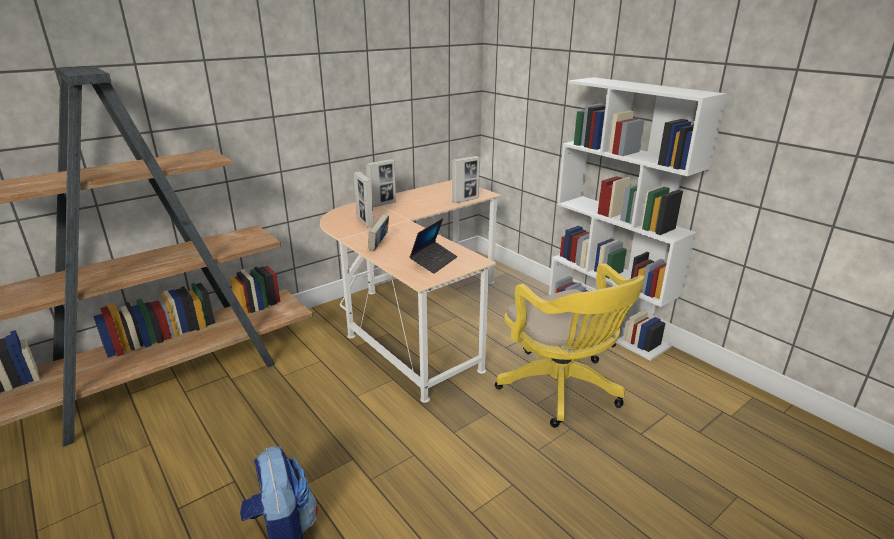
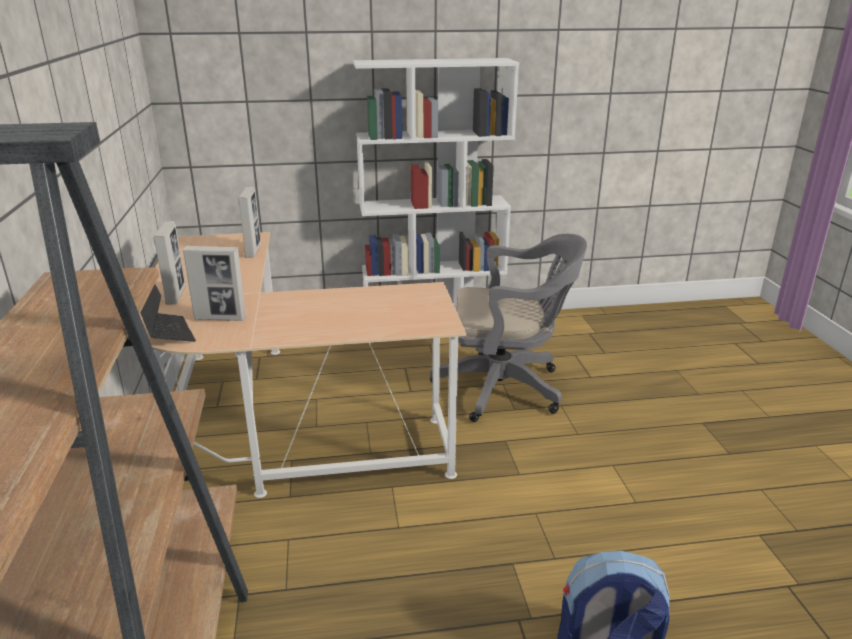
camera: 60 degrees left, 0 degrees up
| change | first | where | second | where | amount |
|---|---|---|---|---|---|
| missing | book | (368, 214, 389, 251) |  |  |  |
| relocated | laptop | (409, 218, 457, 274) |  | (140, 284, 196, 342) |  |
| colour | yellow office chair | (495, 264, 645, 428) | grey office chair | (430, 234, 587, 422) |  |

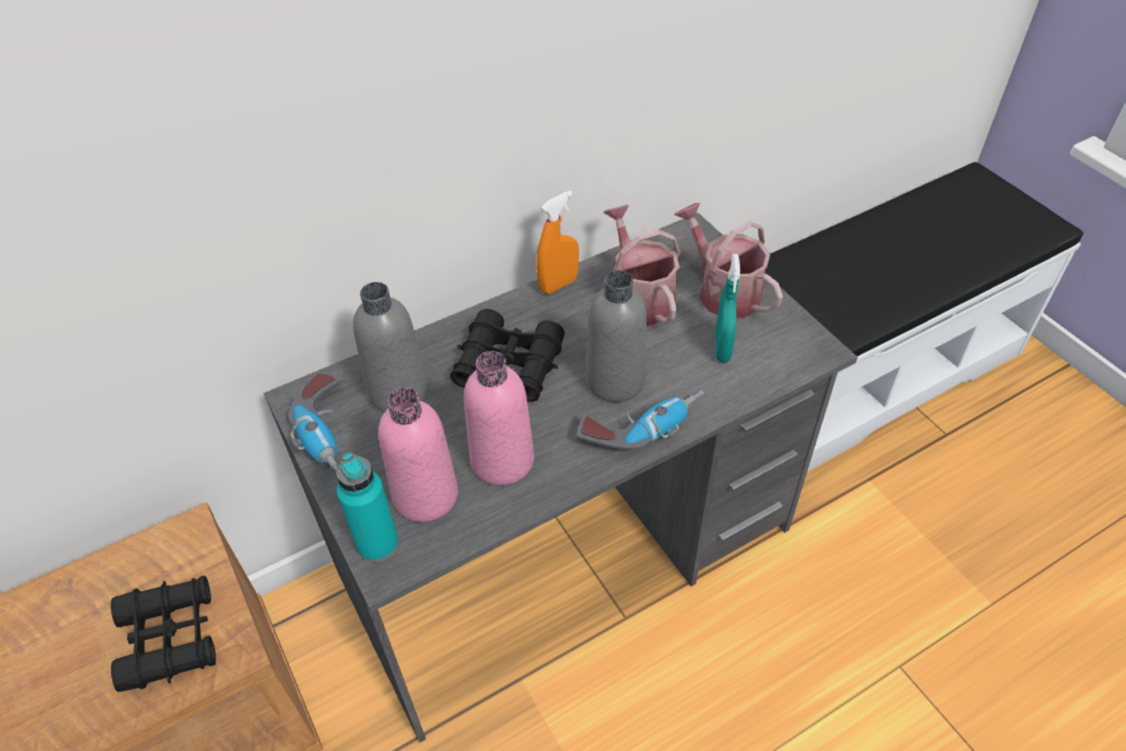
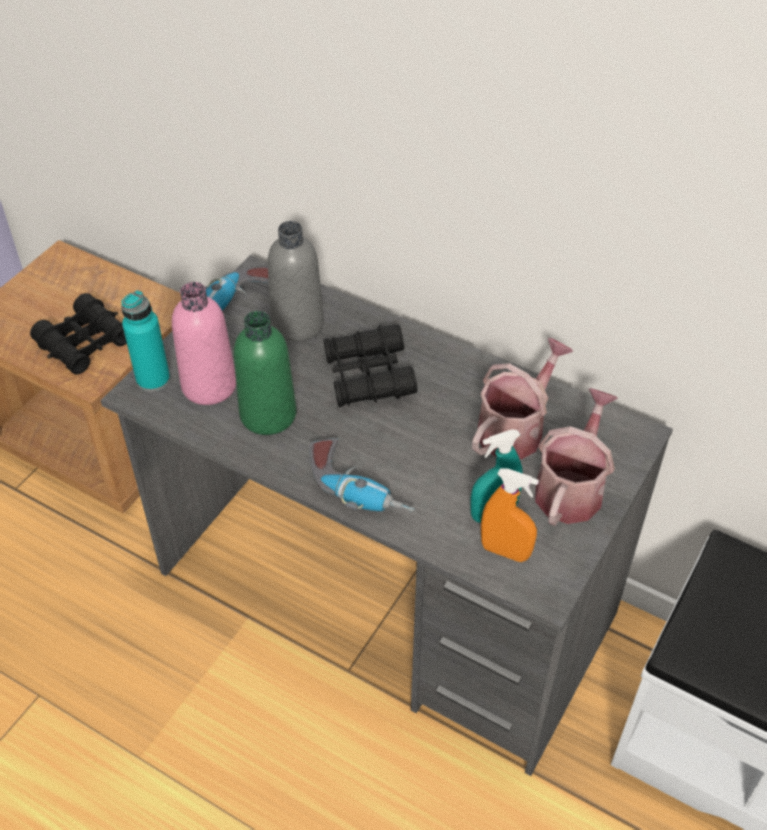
camera: 60 degrees right, 0 degrees up
| change | first | where | second | where | amount |
|---|---|---|---|---|---|
| colour | pink bottle | (464, 351, 534, 486) | green bottle | (234, 311, 296, 435) |  |
| relocated | orange spray bottle | (536, 190, 579, 294) |  | (481, 469, 539, 562) |  |
| missing | grey bottle | (586, 270, 647, 402) |  |  |  |

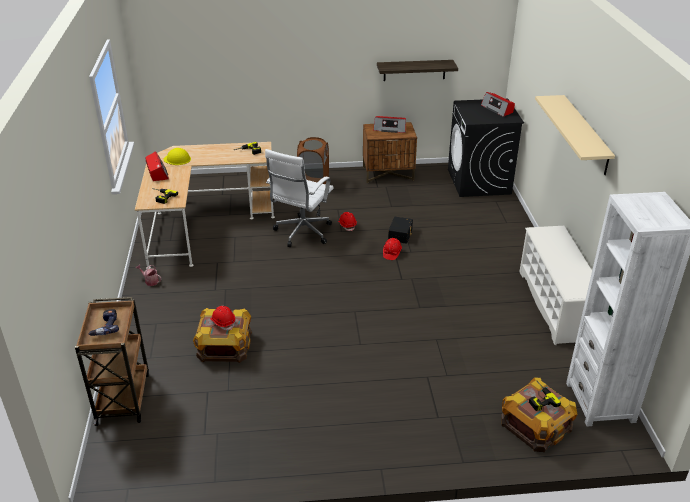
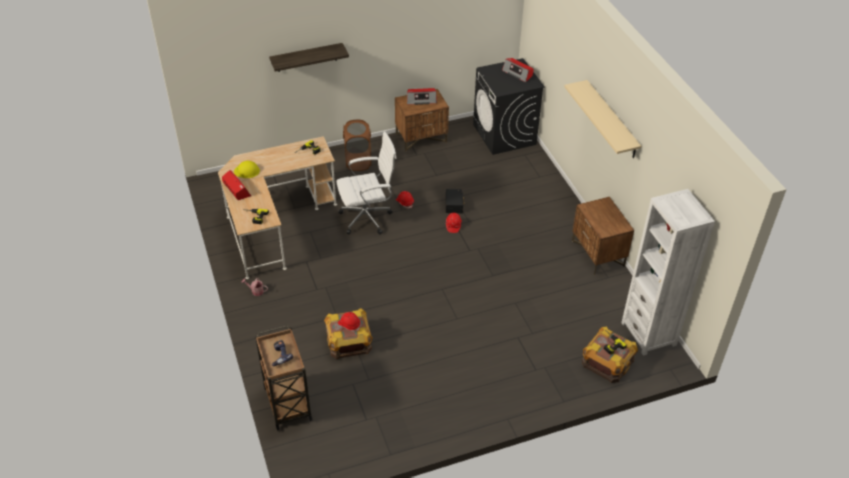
camera: 15 degrees left, 10 degrees up
| change | first | where | second | where | amount |
|---|---|---|---|---|---|
| spun | white office chair | (265, 149, 333, 247) |  | (336, 131, 397, 235) | 120 degrees counterclockwise |
| relocated | shelf | (377, 60, 458, 81) |  | (269, 43, 349, 72) |  |
| exchanged | white shoe rack | (519, 226, 592, 345) | brown nightstand | (572, 197, 634, 275) |  |

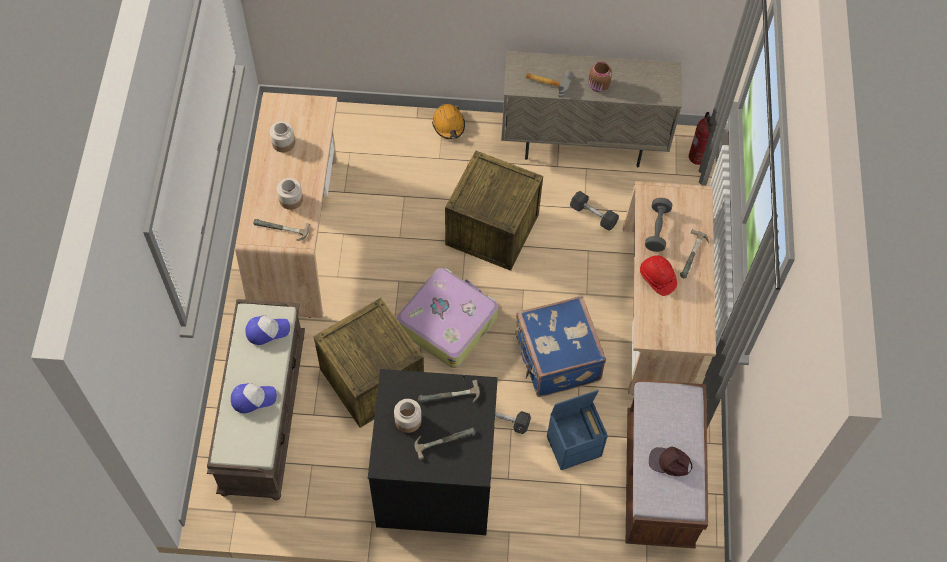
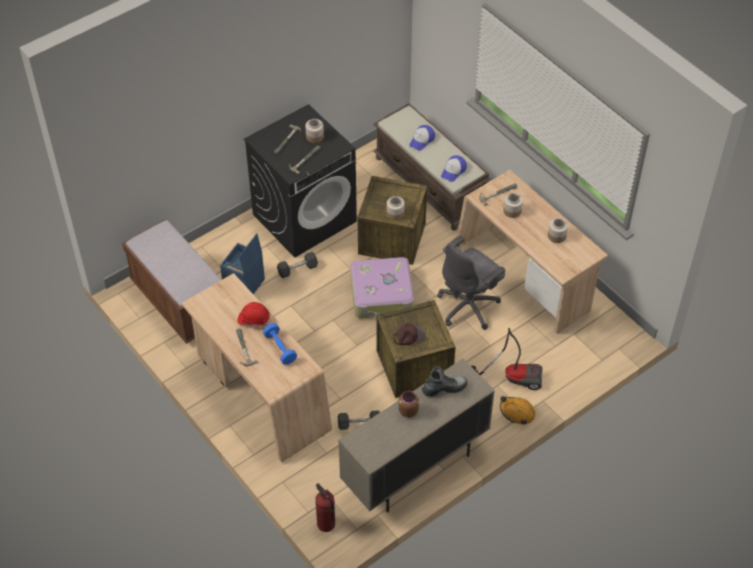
camera: 140 degrees right, 10 degrees down
| change | first | where | second | where | amount |
|---|---|---|---|---|---|
| missing | blue suitcase | (515, 296, 606, 397) |  |  |  |
| exchanged | hammer | (526, 70, 573, 98) | boot | (422, 366, 467, 397) |  |
| colour | grey dumbbell | (645, 198, 672, 252) | blue dumbbell | (263, 323, 297, 364) |  |
| relocated | brown cap | (649, 447, 693, 476) |  | (393, 323, 425, 345) |  |
| appeared |  |  | jar | (387, 196, 405, 220) |  |
| appeared |  |  | grey office chair | (437, 236, 505, 330) |  |
| appeared |  |  | vacuum cleaner | (471, 328, 542, 390) |  |

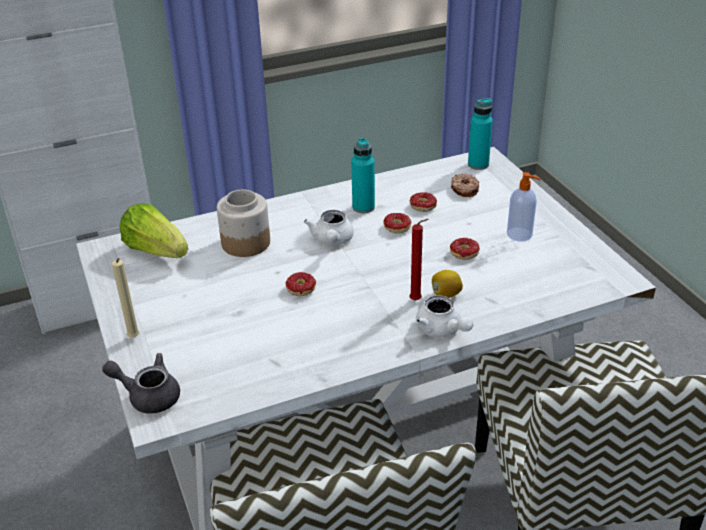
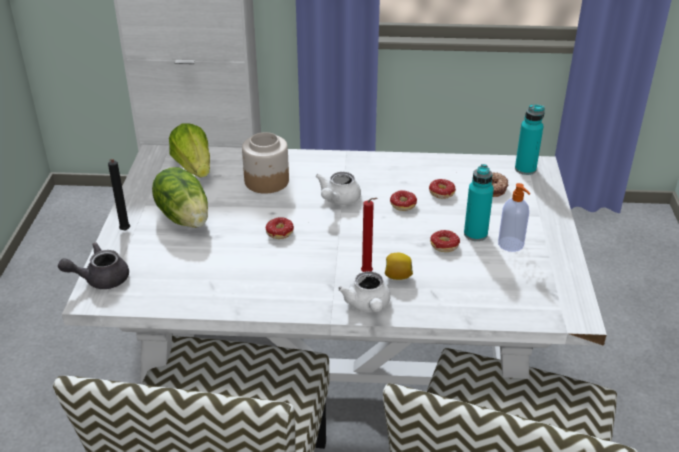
camera: 25 degrees right, 0 degrees up
| change | first | where | second | where | amount |
|---|---|---|---|---|---|
| spun | grey teapot | (102, 353, 180, 414) |  | (58, 242, 129, 289) | 60 degrees counterclockwise |
| colour | beige candle | (112, 258, 140, 338) | black candle | (108, 159, 130, 231) |  |
| relocated | turquoise bottle | (351, 138, 375, 213) |  | (464, 164, 494, 241) |  |
| appeared |  |  | lettuce | (152, 167, 208, 228) |  |

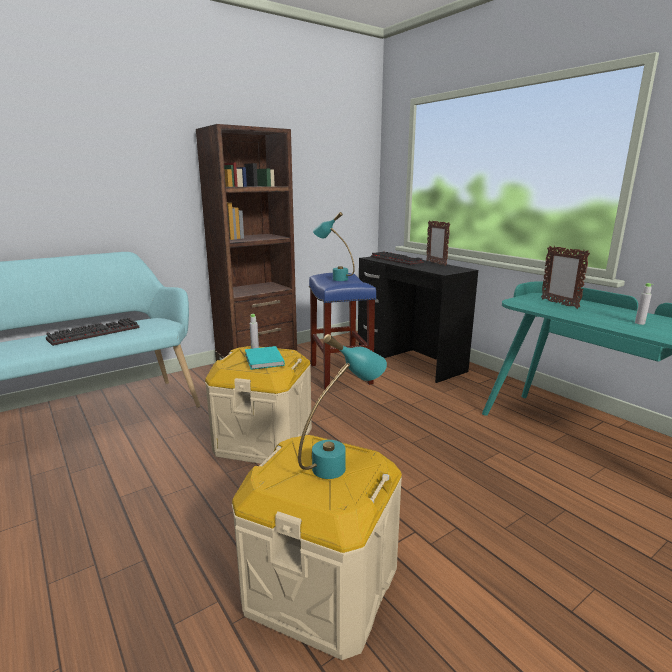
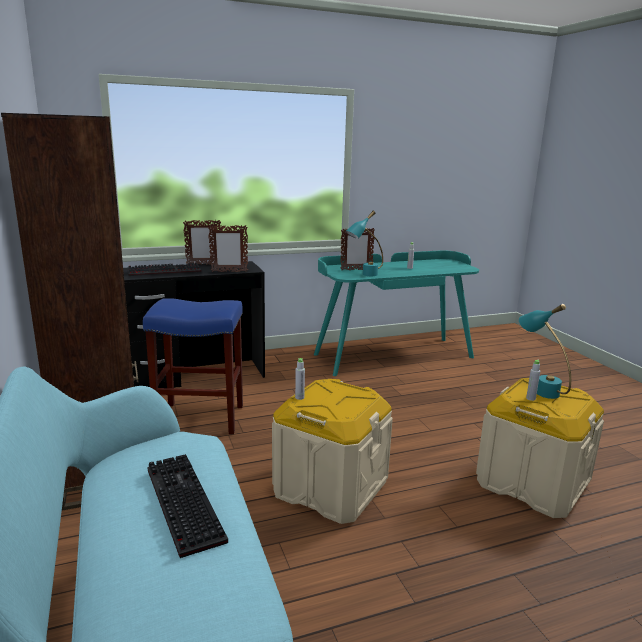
camera: 75 degrees left, 0 degrees up
| change | first | where | second | where | amount |
|---|---|---|---|---|---|
| missing | turquoise book | (245, 346, 285, 370) |  |  |  |
| relocated | turquoise table lamp | (313, 212, 355, 281) |  | (345, 211, 383, 276) |  |
| appeared |  |  | picture frame | (208, 225, 248, 272) |  |
| appeared |  |  | grey bottle | (526, 360, 540, 401) |  |

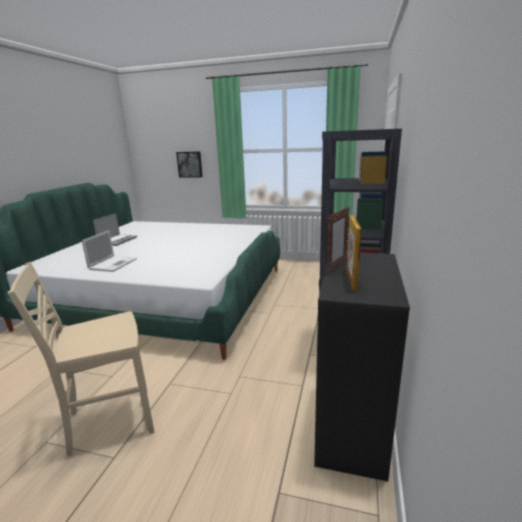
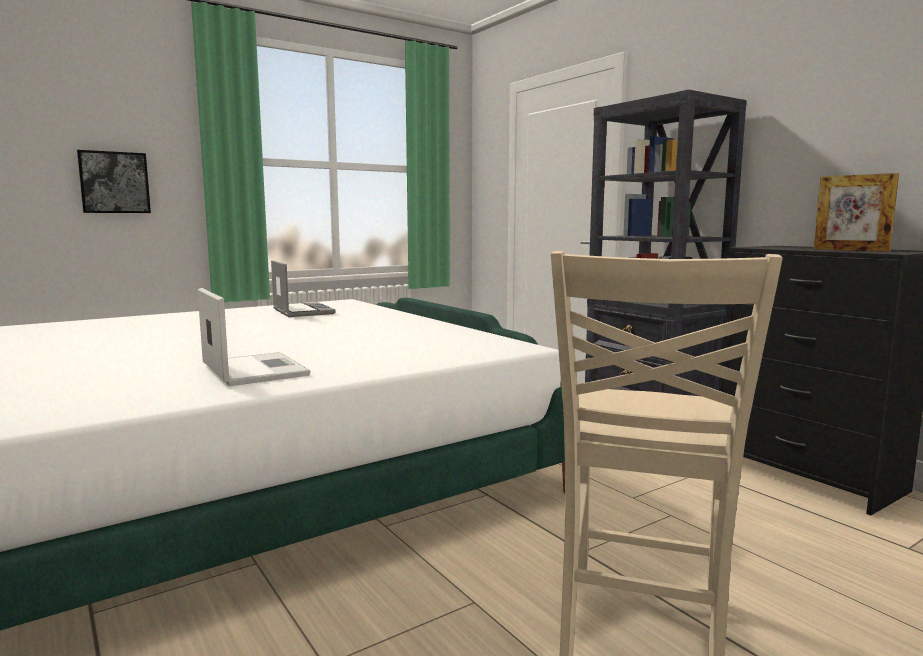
camera: 50 degrees left, 10 degrees down
| change | first | where | second | where | amount |
|---|---|---|---|---|---|
| relocated | laptop | (93, 213, 137, 246) |  | (271, 260, 336, 317) |  |
| missing | picture frame | (327, 206, 350, 274) |  |  |  |

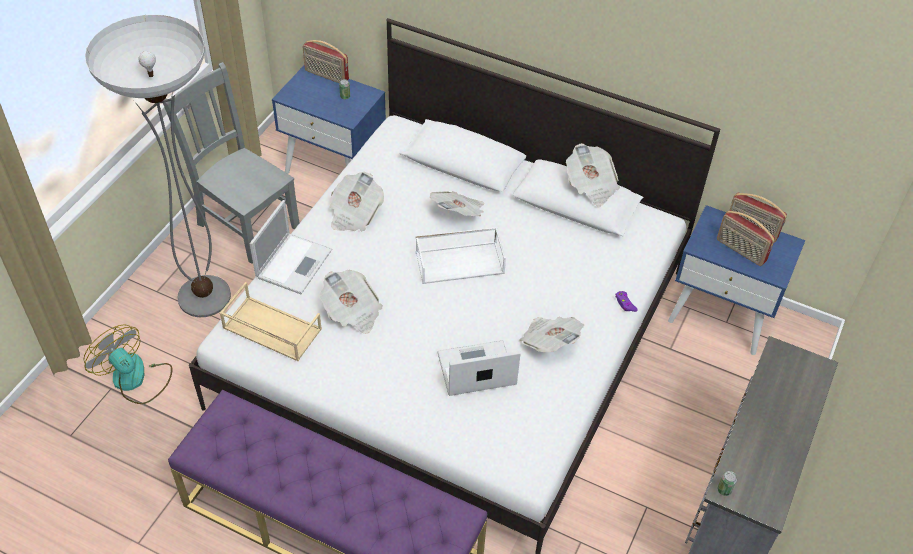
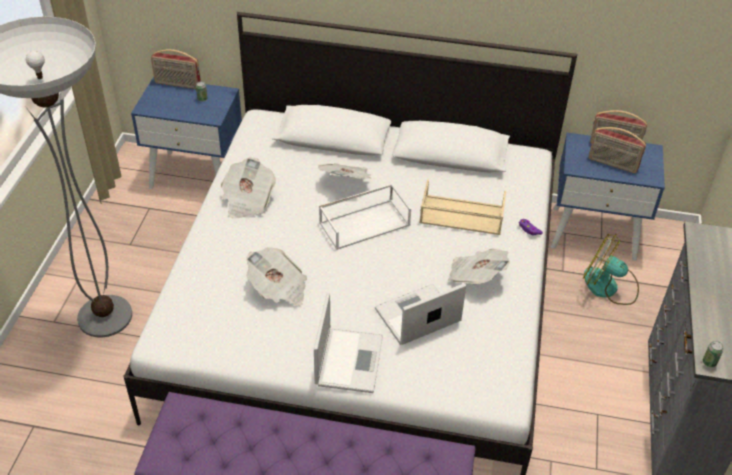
camera: 15 degrees left, 5 degrees down
| change | first | where | second | where | amount |
|---|---|---|---|---|---|
| relocated | fan | (84, 324, 172, 404) |  | (583, 233, 639, 305) |  |
| missing | grey chair | (163, 62, 299, 264) |  |  |  |
| relocated | beige tray | (219, 282, 322, 361) |  | (419, 179, 506, 235) |  |
| relocated | laptop | (250, 200, 332, 294) |  | (314, 293, 383, 393) |  |
| missing | newspaper | (566, 143, 620, 206) |  |  |  |

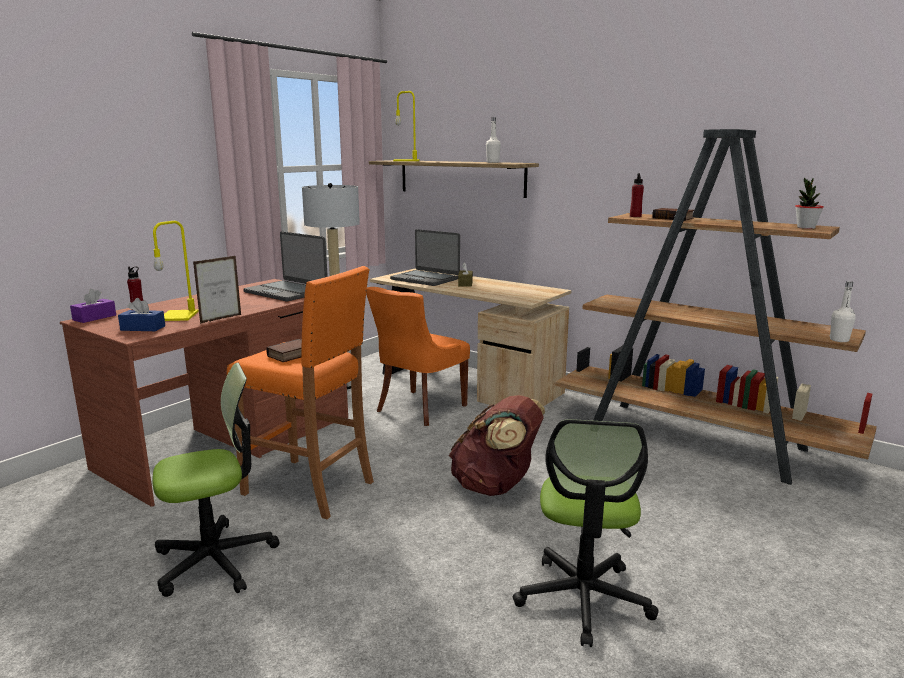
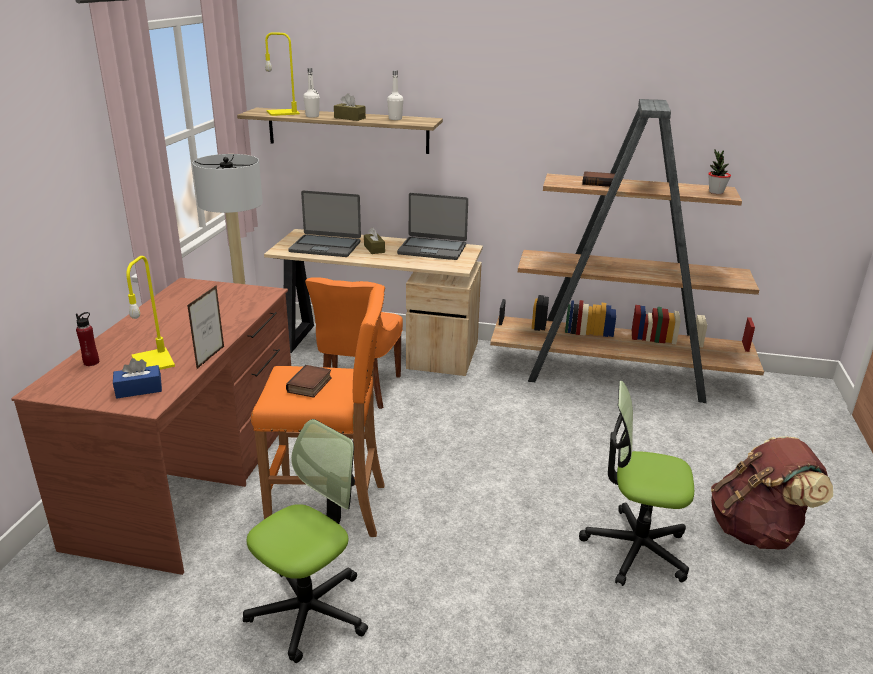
camera: 25 degrees left, 10 degrees up
| change | first | where | second | where | amount |
|---|---|---|---|---|---|
| missing | purple tissue box | (70, 289, 116, 323) |  |  |  |
| relocated | laptop | (243, 231, 328, 301) |  | (397, 193, 468, 260) |  |
| relocated | brown backpack | (449, 395, 545, 496) |  | (711, 436, 833, 549) |  |
| spun | office chair | (513, 419, 659, 647) |  | (579, 381, 694, 586) | 120 degrees clockwise |
| missing | red bottle | (630, 173, 644, 217) |  |  |  |
| relocated | white bottle | (830, 281, 856, 342) |  | (303, 68, 320, 118) |  |
| appeared |  |  | brown tissue box | (334, 93, 366, 121) |  |

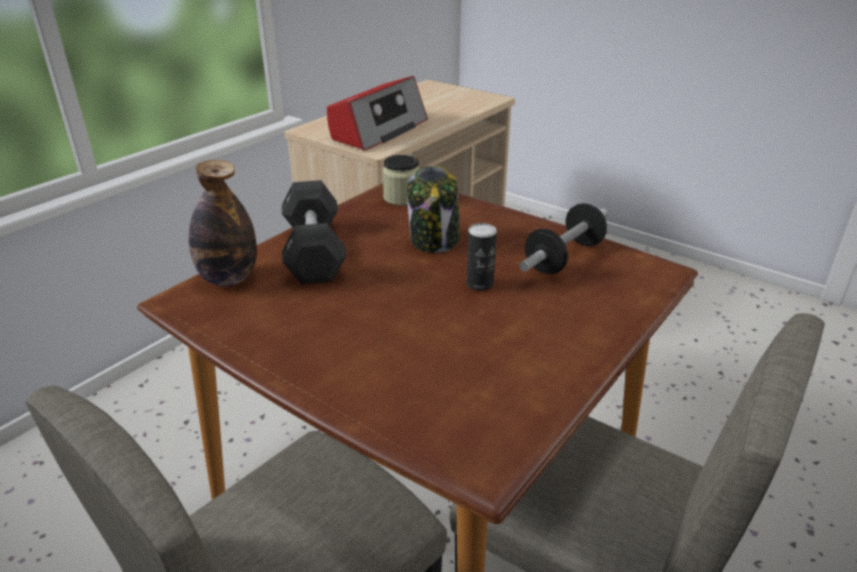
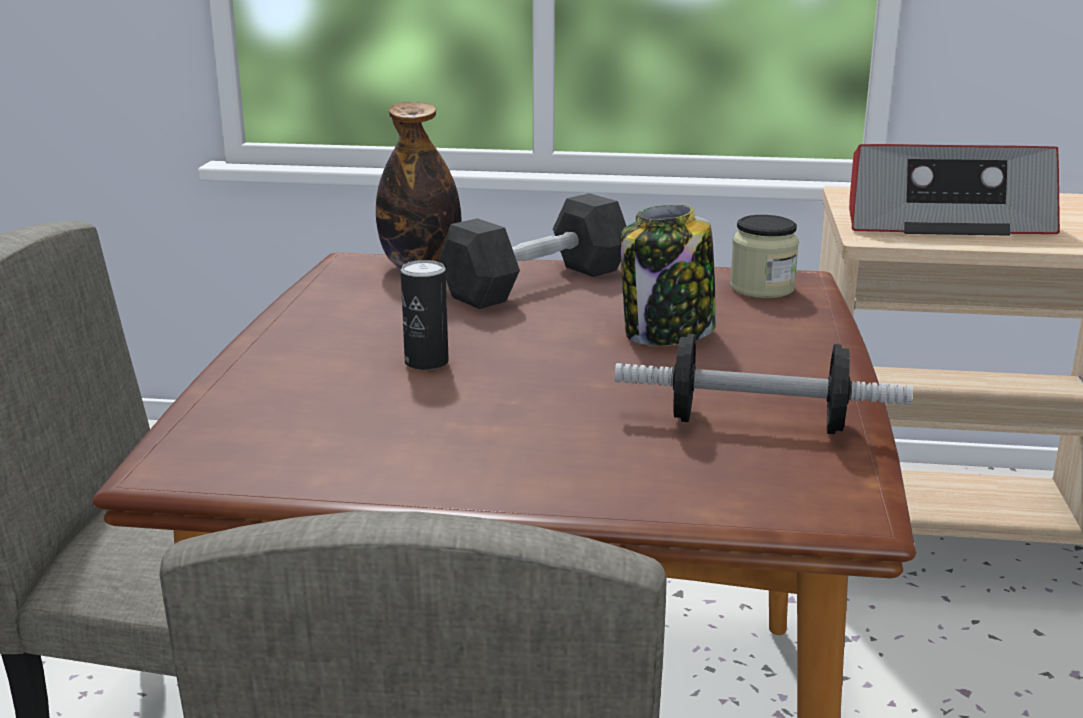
camera: 60 degrees right, 10 degrees down
| change | first | where | second | where | amount |
|---|---|---|---|---|---|
| relocated | can | (467, 223, 497, 291) |  | (401, 260, 449, 370) |  |

